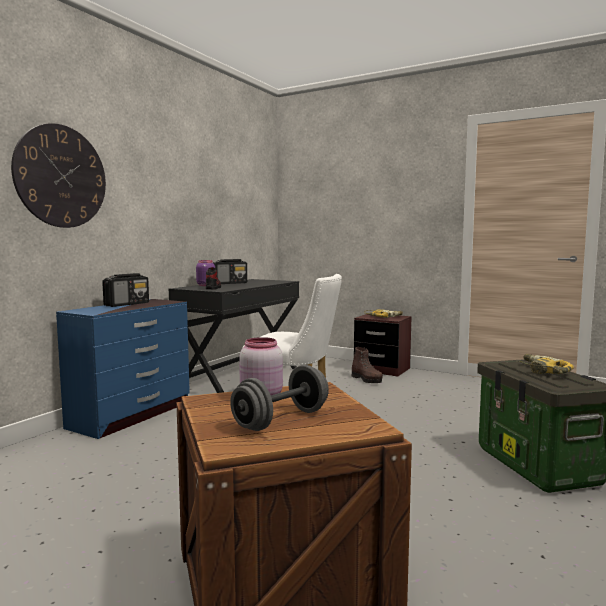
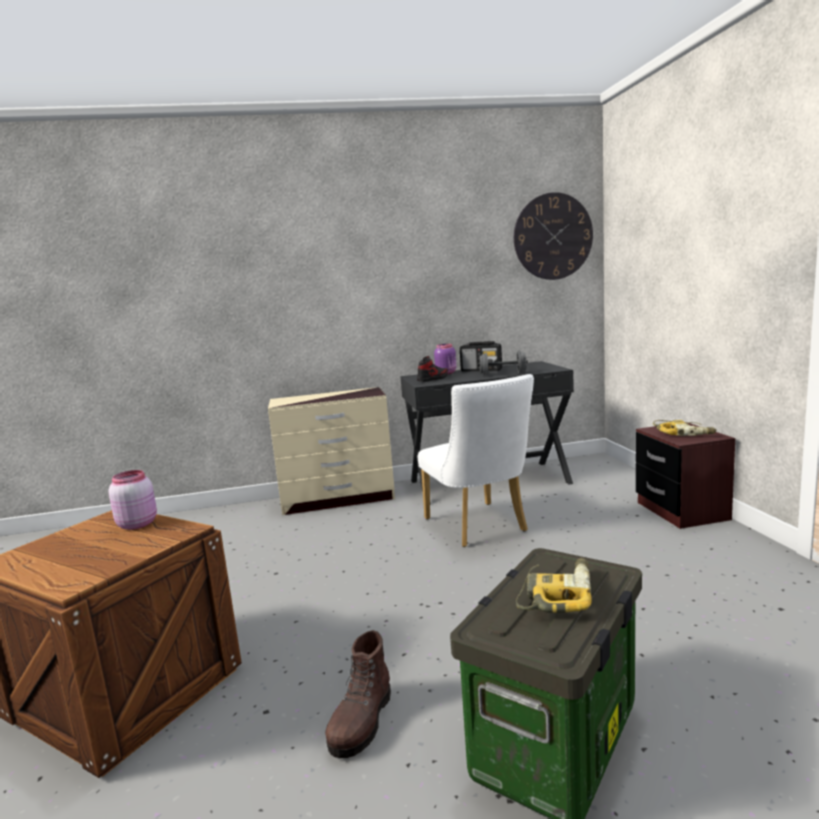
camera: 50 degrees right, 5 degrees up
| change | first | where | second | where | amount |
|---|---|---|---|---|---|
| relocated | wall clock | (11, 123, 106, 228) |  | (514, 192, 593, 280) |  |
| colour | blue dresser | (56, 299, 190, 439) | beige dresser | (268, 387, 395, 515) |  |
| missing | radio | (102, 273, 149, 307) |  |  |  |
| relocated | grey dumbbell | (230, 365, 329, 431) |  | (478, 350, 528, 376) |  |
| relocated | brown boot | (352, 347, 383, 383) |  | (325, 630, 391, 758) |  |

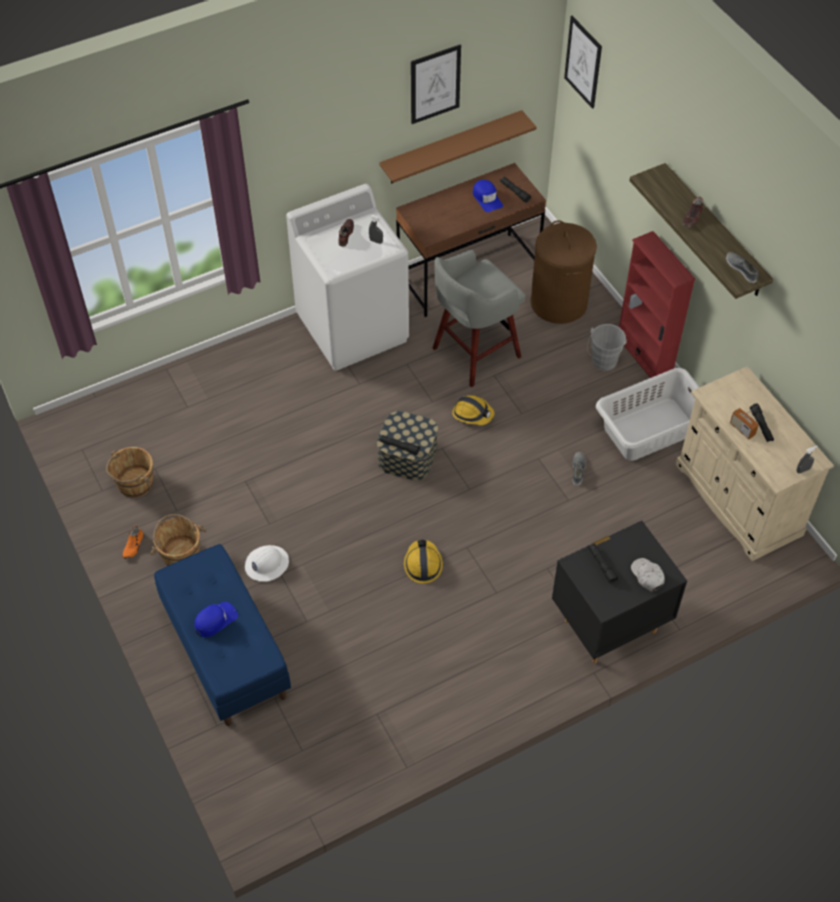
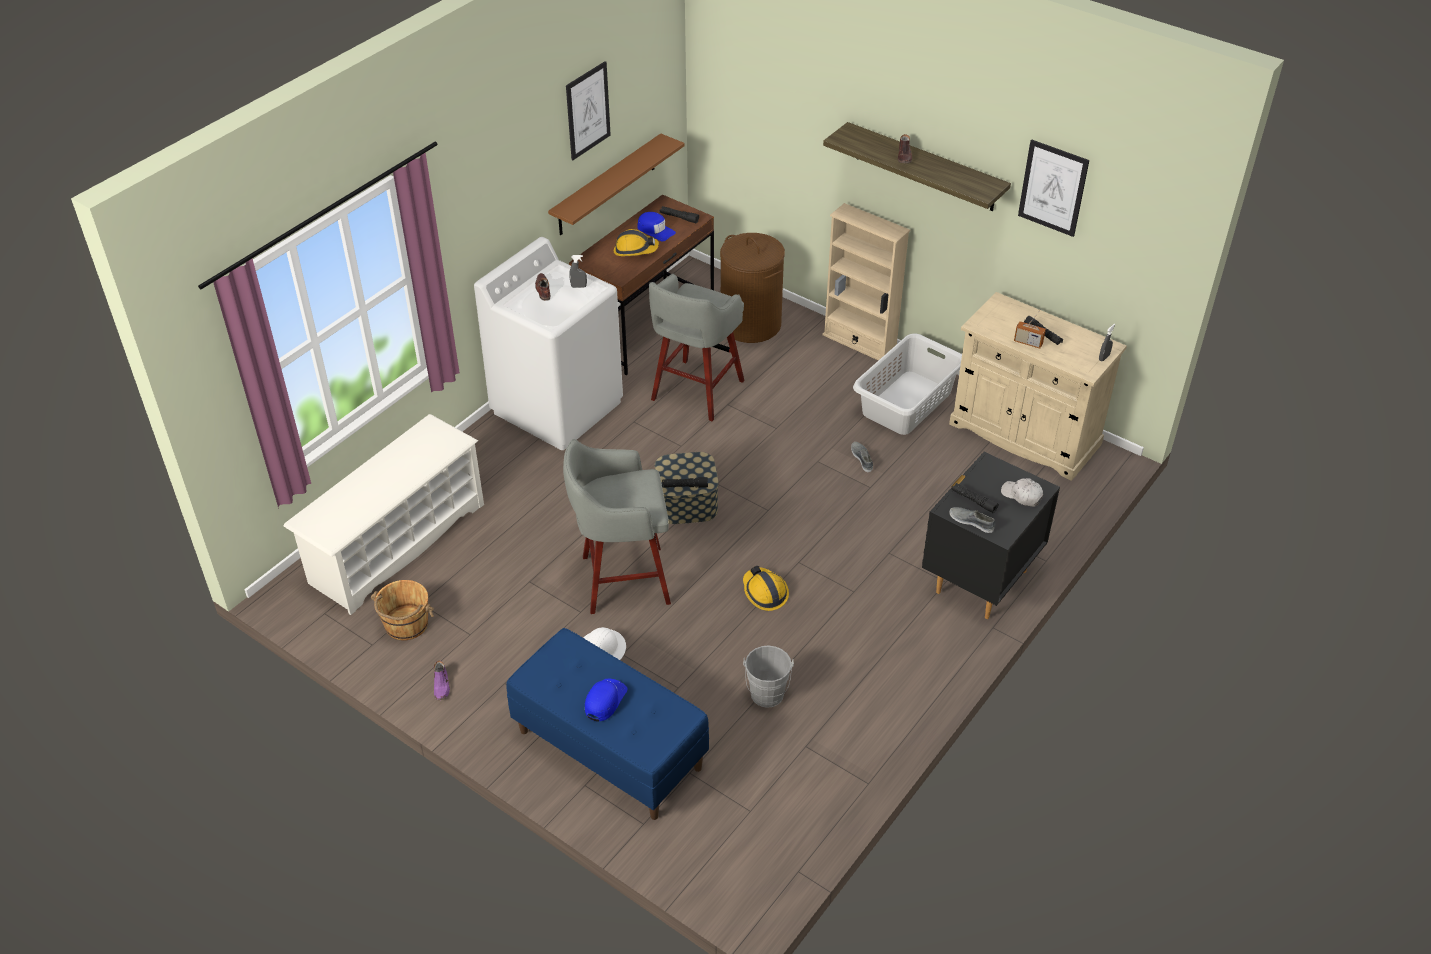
camera: 25 degrees left, 10 degrees down
| change | first | where | second | where | amount |
|---|---|---|---|---|---|
| colour | orange shoe | (122, 526, 143, 559) | purple shoe | (434, 661, 450, 700) |  |
| missing | brown bucket | (150, 514, 206, 566) |  |  |  |
| relocated | hard hat | (452, 395, 495, 425) |  | (614, 229, 659, 256) |  |
| relocated | picture | (564, 16, 602, 109) |  | (1018, 139, 1089, 237) |  |
| relocated | grey bucket | (587, 324, 627, 371) |  | (743, 645, 794, 708) |  |
| colour | red bookcase | (619, 231, 696, 378) | beige bookcase | (822, 203, 910, 361) |  |
| relocated | grey shoe | (726, 252, 759, 283) |  | (949, 507, 995, 533) |  |
| appeared |  |  | white shoe rack | (284, 414, 484, 615) |  |
| appeared |  |  | grey stool | (563, 439, 671, 614) |  |

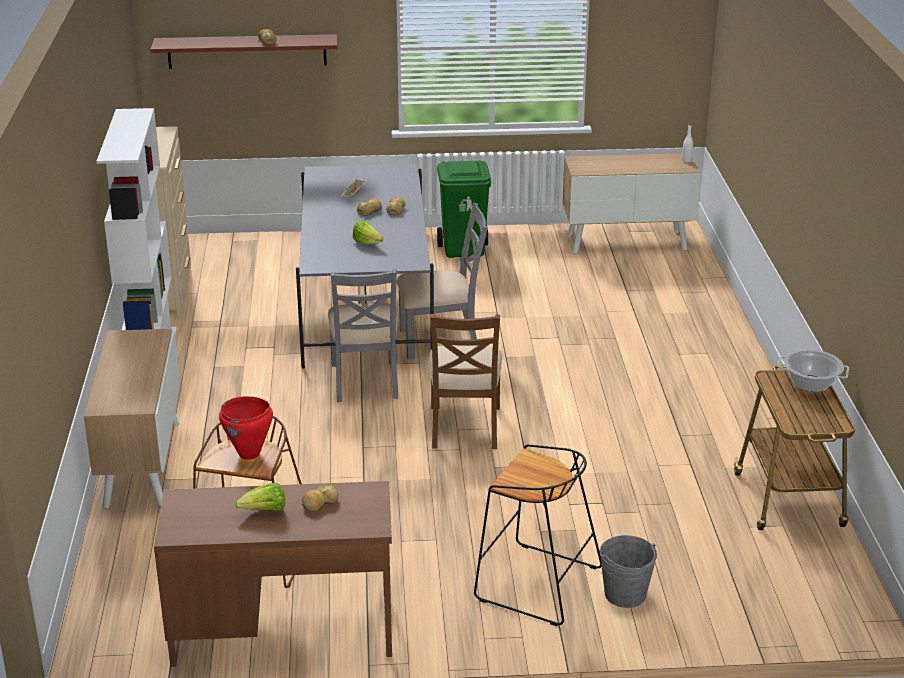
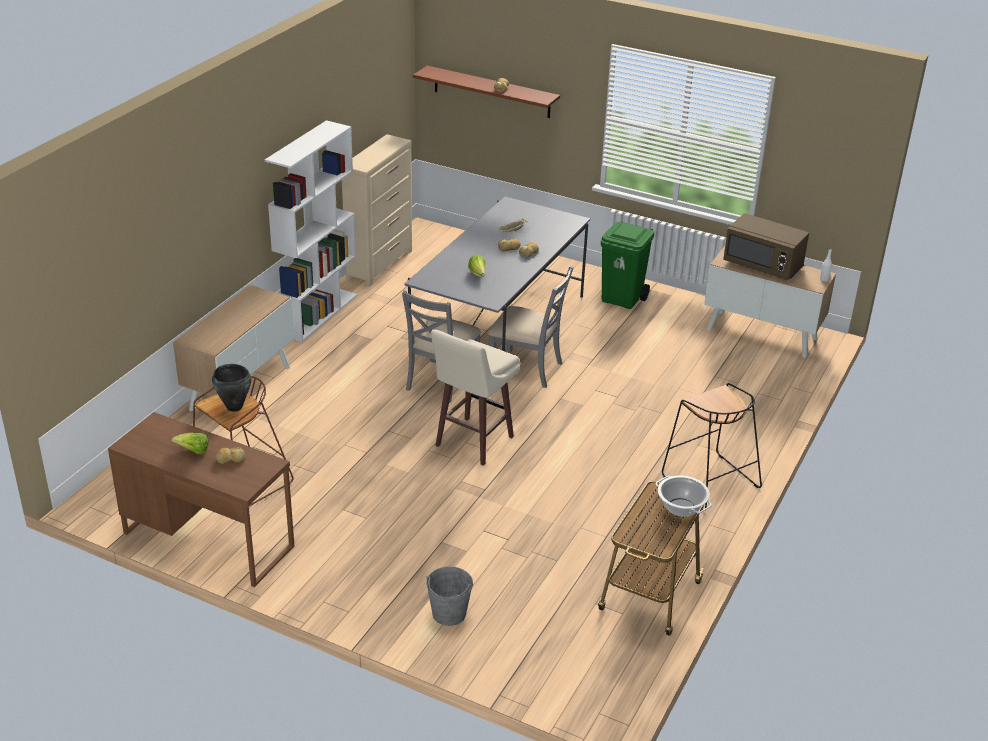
camera: 30 degrees right, 5 degrees up
| change | first | where | second | where | amount |
|---|---|---|---|---|---|
| colour | red cooking pot | (219, 396, 273, 460) | black cooking pot | (212, 364, 252, 412) |  |
| exchanged | brown chair | (429, 314, 502, 449) | beige stool | (431, 329, 520, 466) |  |
| relocated | black stool | (474, 444, 602, 626) |  | (662, 383, 762, 511) |  |
| appeared |  |  | brown microwave | (723, 213, 809, 280) |  |

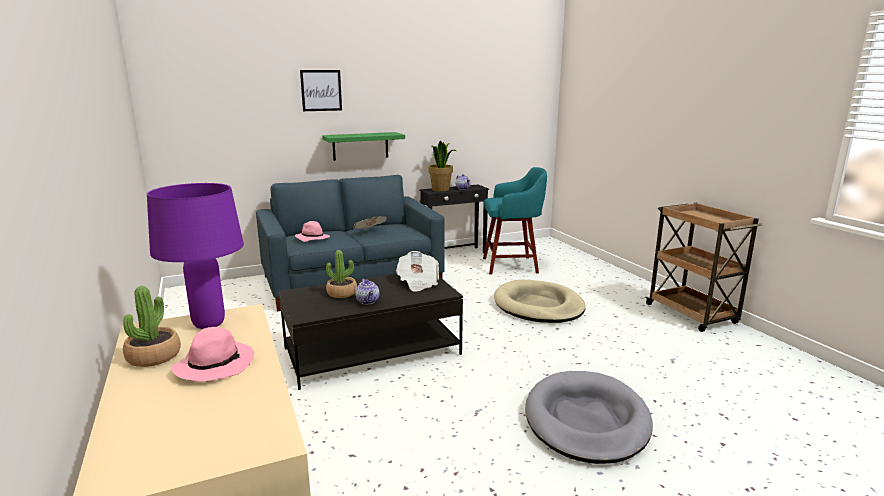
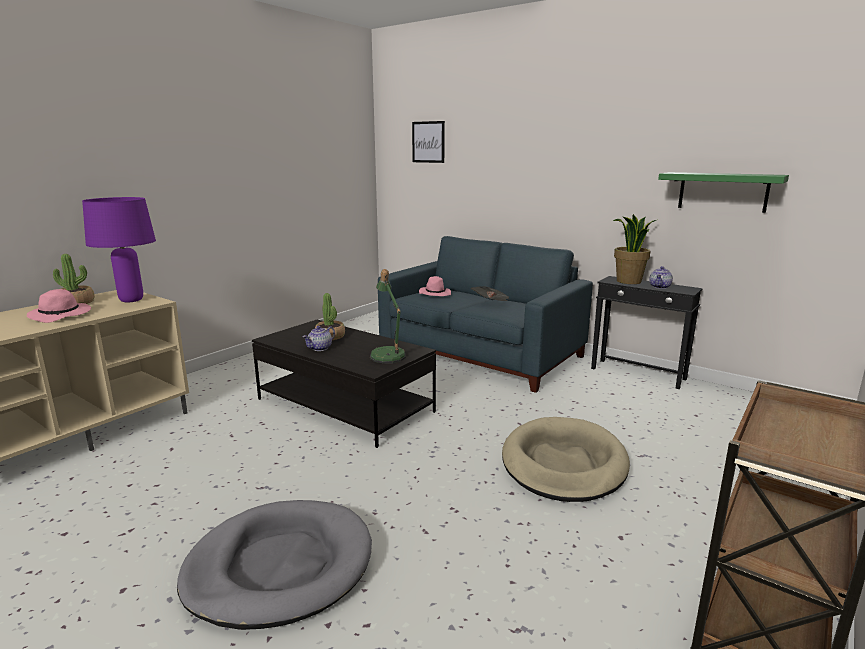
camera: 60 degrees right, 0 degrees up
| change | first | where | second | where | amount |
|---|---|---|---|---|---|
| relocated | picture | (300, 70, 342, 111) |  | (412, 121, 445, 163) |  |
| relocated | green shelf | (322, 132, 405, 161) |  | (658, 172, 789, 213) |  |
| exchanged | newspaper | (396, 251, 439, 292) | table lamp | (370, 269, 406, 363) |  |
| missing | turquoise stool | (483, 167, 547, 274) |  |  |  |

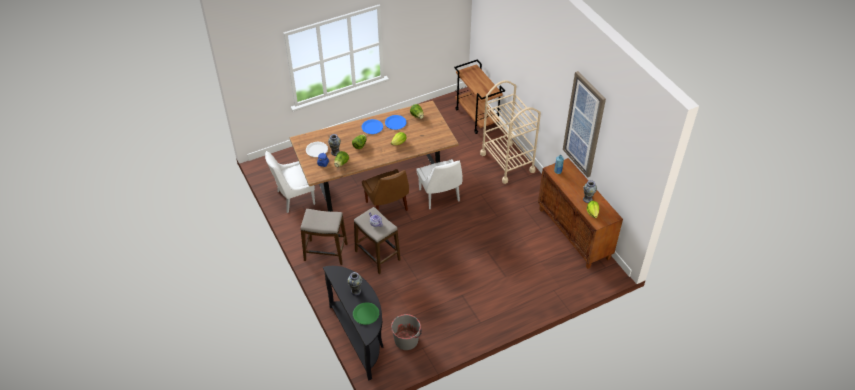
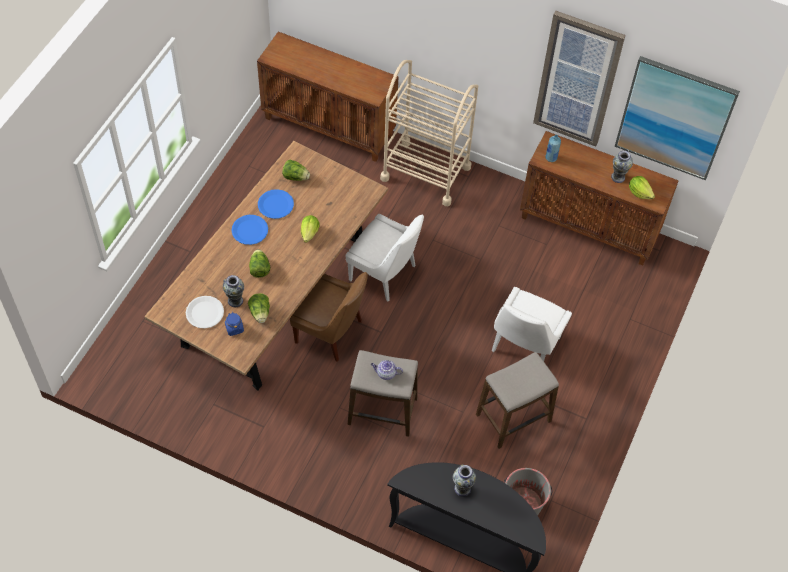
camera: 40 degrees left, 10 degrees up
| change | first | where | second | where | amount |
|---|---|---|---|---|---|
| relocated | white chair | (265, 151, 315, 213) |  | (492, 287, 572, 361) |  |
| relocated | stool | (300, 209, 348, 265) |  | (476, 352, 559, 449) |  |
| missing | green plate | (353, 302, 379, 325) |  |  |  |
| exchanged | brown cart | (454, 59, 505, 134) | brown cabinet | (257, 31, 399, 162) |  |
| appeared |  |  | picture | (615, 56, 740, 180) |  |

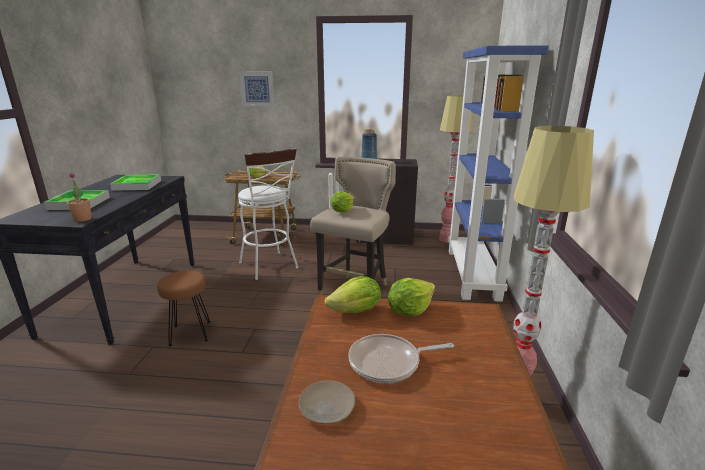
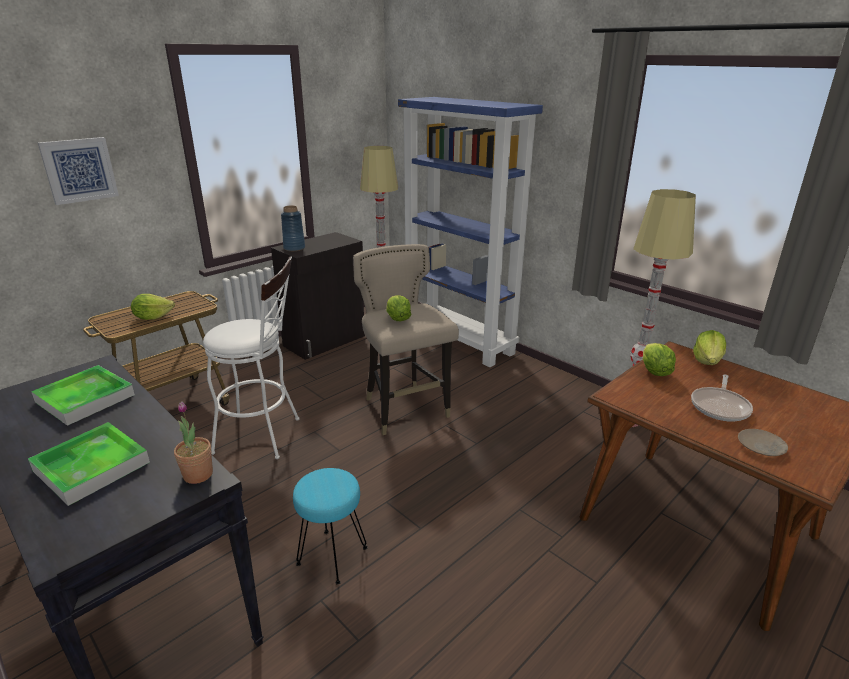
camera: 50 degrees left, 5 degrees up
| change | first | where | second | where | amount |
|---|---|---|---|---|---|
| colour | brown stool | (157, 270, 210, 346) | turquoise stool | (293, 468, 368, 585) |  |
| relocated | lettuce | (325, 276, 381, 313) |  | (693, 330, 726, 365) |  |

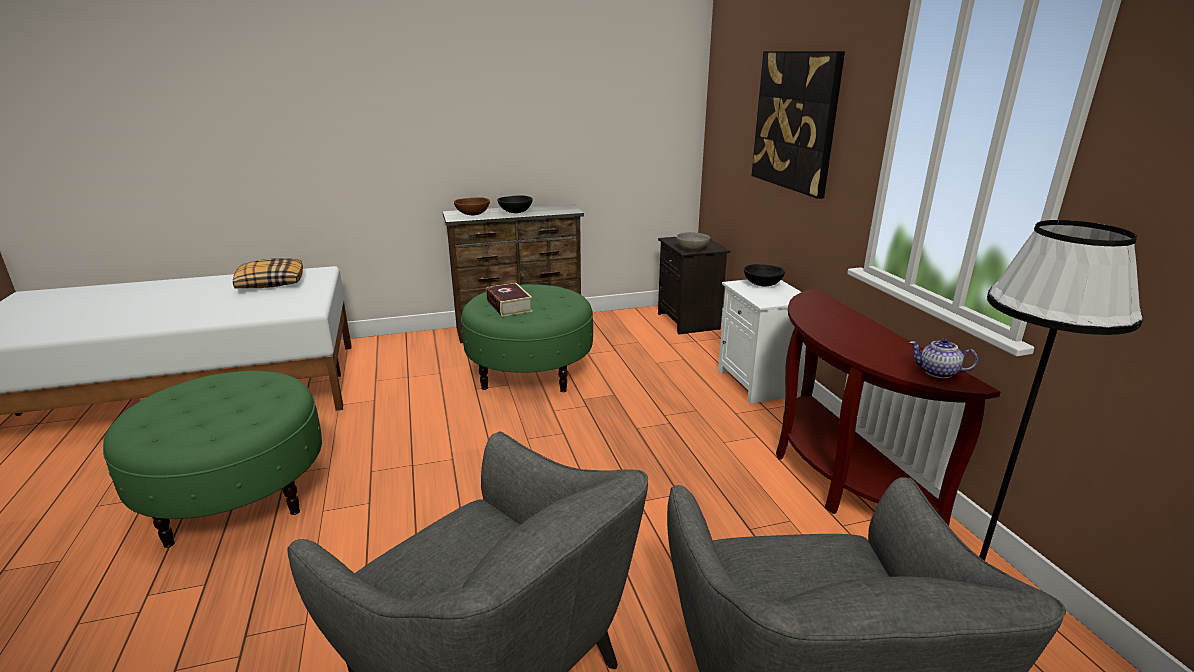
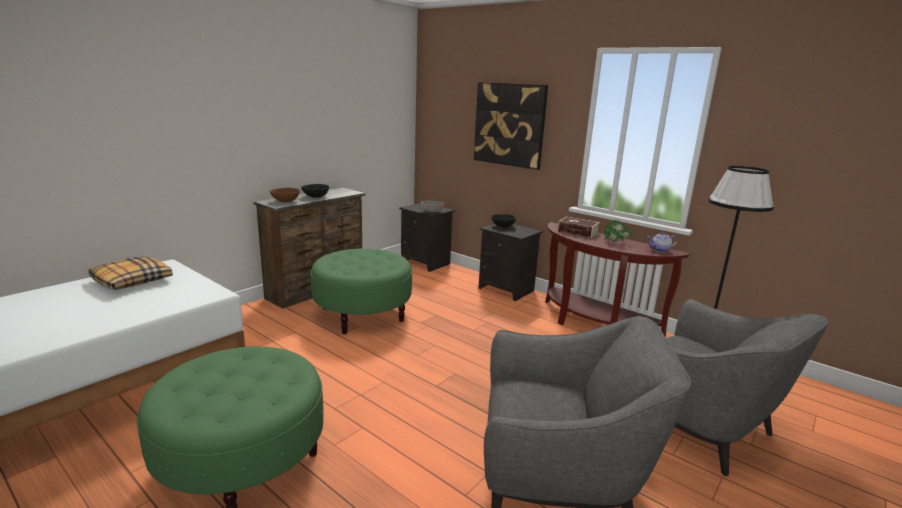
camera: 35 degrees left, 5 degrees down
| change | first | where | second | where | amount |
|---|---|---|---|---|---|
| relocated | book | (486, 283, 533, 317) |  | (557, 217, 600, 238) |  |
| colour | white nightstand | (718, 279, 806, 404) | black nightstand | (478, 224, 543, 301) |  |
| appeared |  |  | potted plant | (604, 220, 632, 243) |  |

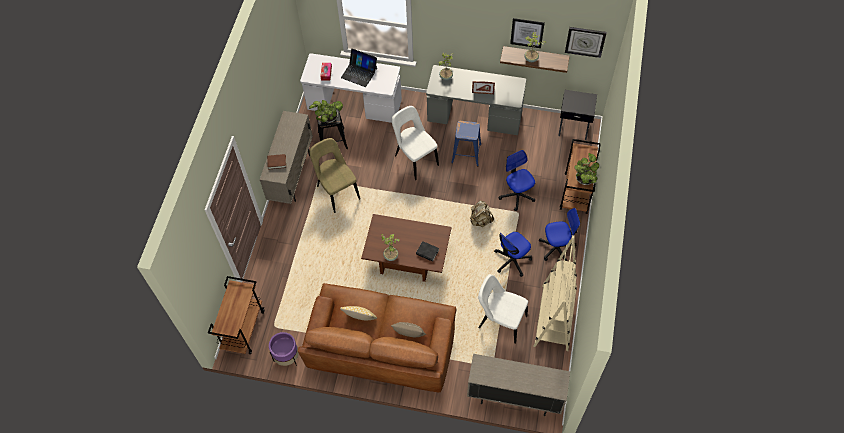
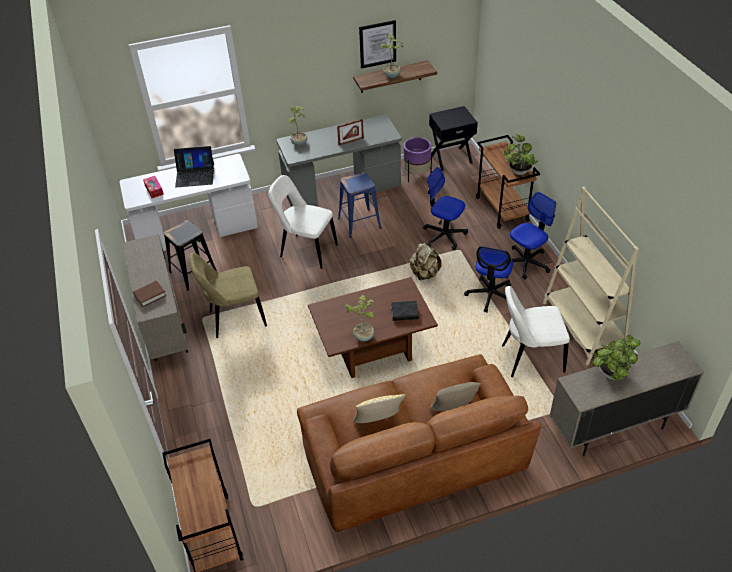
camera: 30 degrees left, 15 degrees down
| change | first | where | second | where | amount |
|---|---|---|---|---|---|
| relocated | purple planter | (269, 332, 299, 366) |  | (404, 137, 432, 182) |  |
| relocated | potted plant | (309, 100, 343, 123) |  | (592, 335, 640, 380) |  |
| spun | beige chair | (309, 138, 360, 213) |  | (189, 252, 267, 338) | 45 degrees counterclockwise |
| missing | wall clock | (565, 27, 607, 58) |  |  |  |

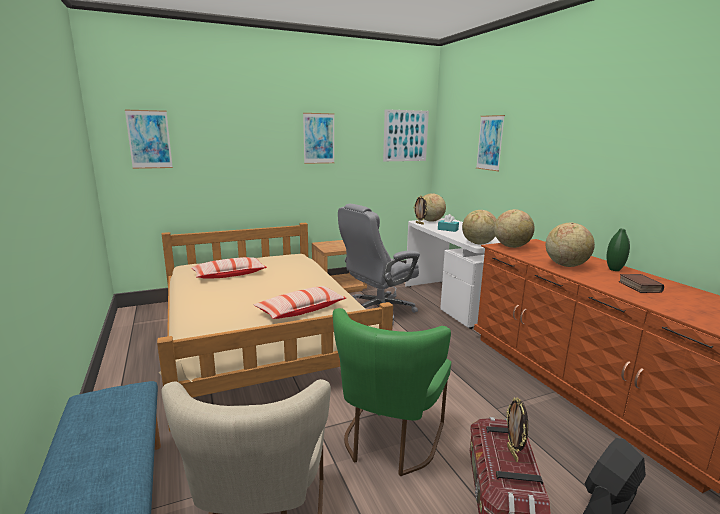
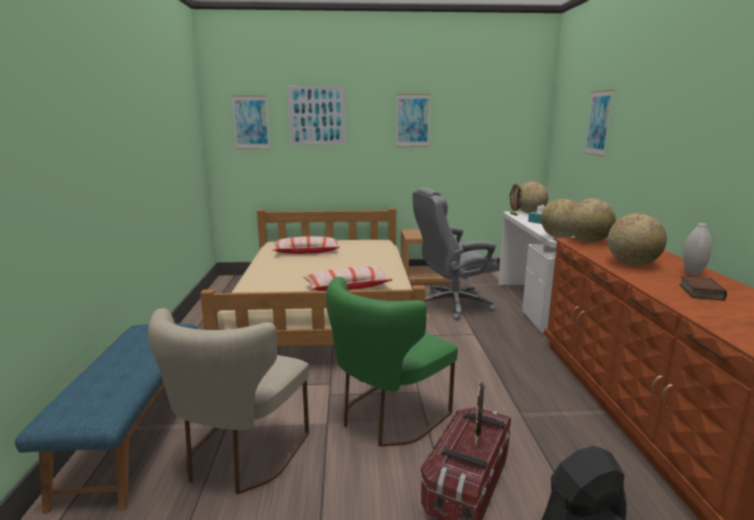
camera: 20 degrees right, 0 degrees up
| change | first | where | second | where | amount |
|---|---|---|---|---|---|
| relocated | picture | (383, 109, 429, 161) |  | (287, 86, 346, 145) |  |
| colour | green vase | (606, 228, 630, 271) | white vase | (683, 223, 712, 275) |  |

